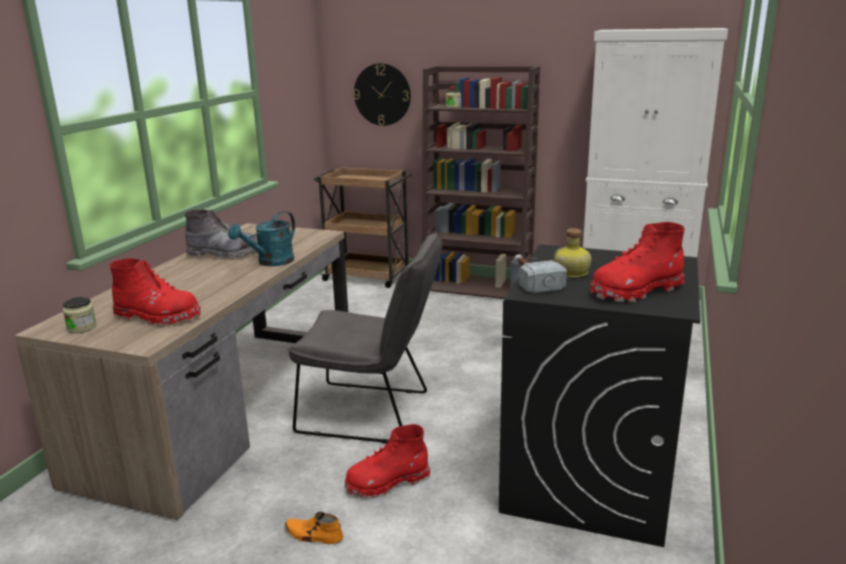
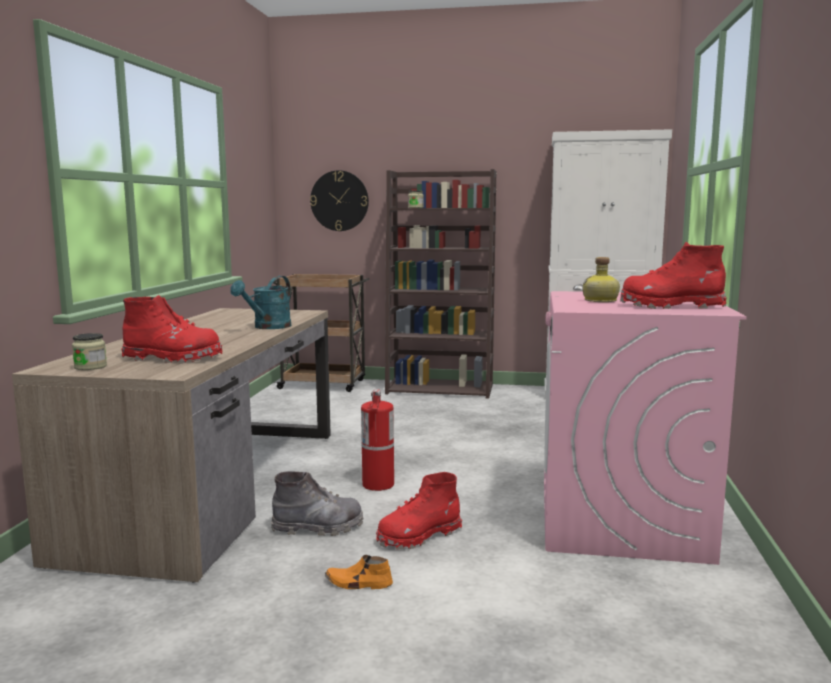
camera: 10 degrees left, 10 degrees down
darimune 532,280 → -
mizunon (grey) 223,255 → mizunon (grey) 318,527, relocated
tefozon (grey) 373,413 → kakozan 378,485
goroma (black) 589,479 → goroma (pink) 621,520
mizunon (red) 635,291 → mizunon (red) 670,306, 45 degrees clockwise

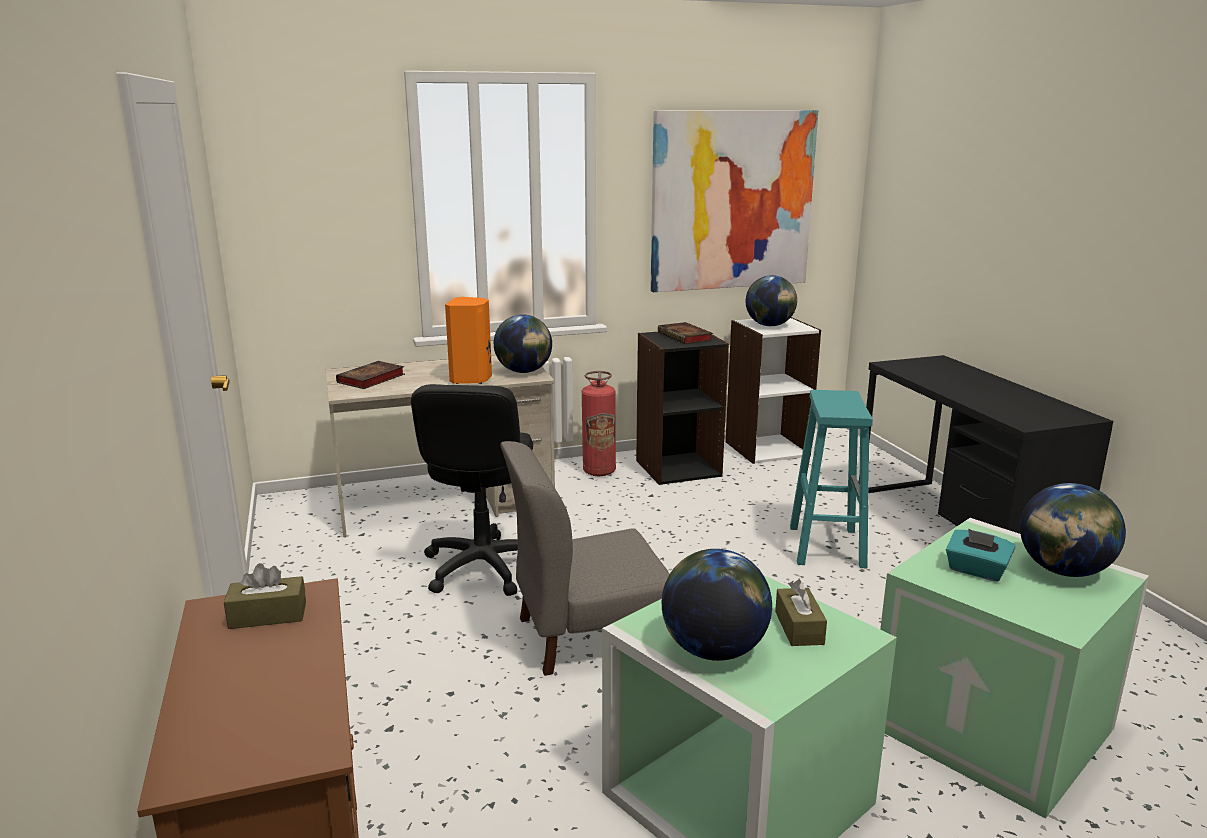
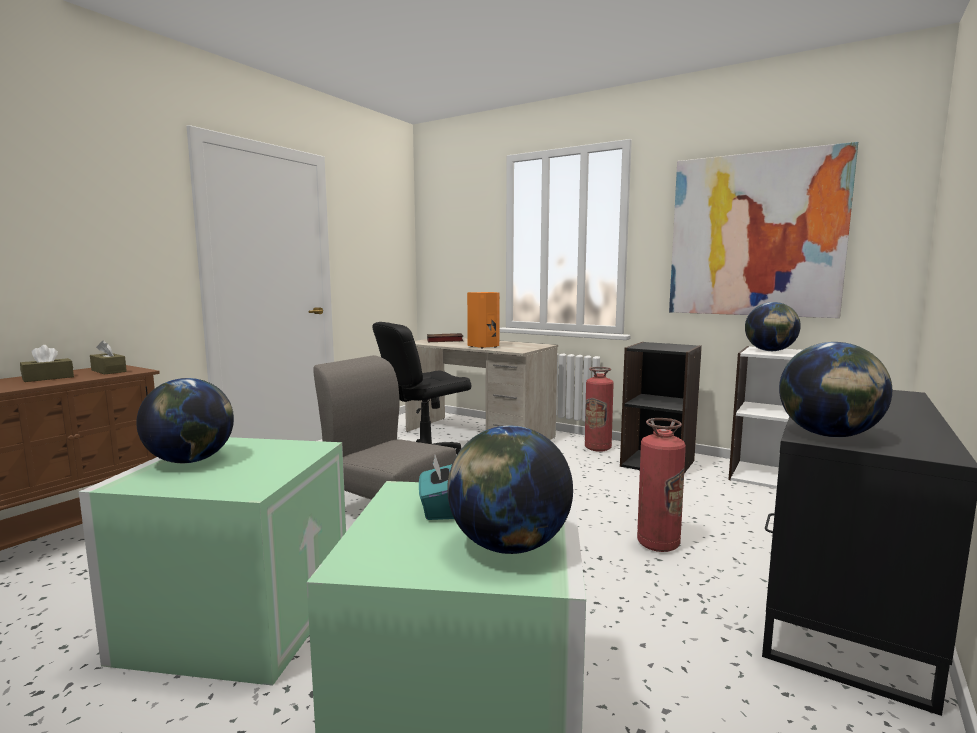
camera: 50 degrees right, 10 degrees down
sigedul 686,337 → -
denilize 524,371 → denilize 829,435, relocated
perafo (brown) 799,628 → perafo (brown) 48,378, relocated
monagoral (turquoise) 826,546 → kakozan 658,544

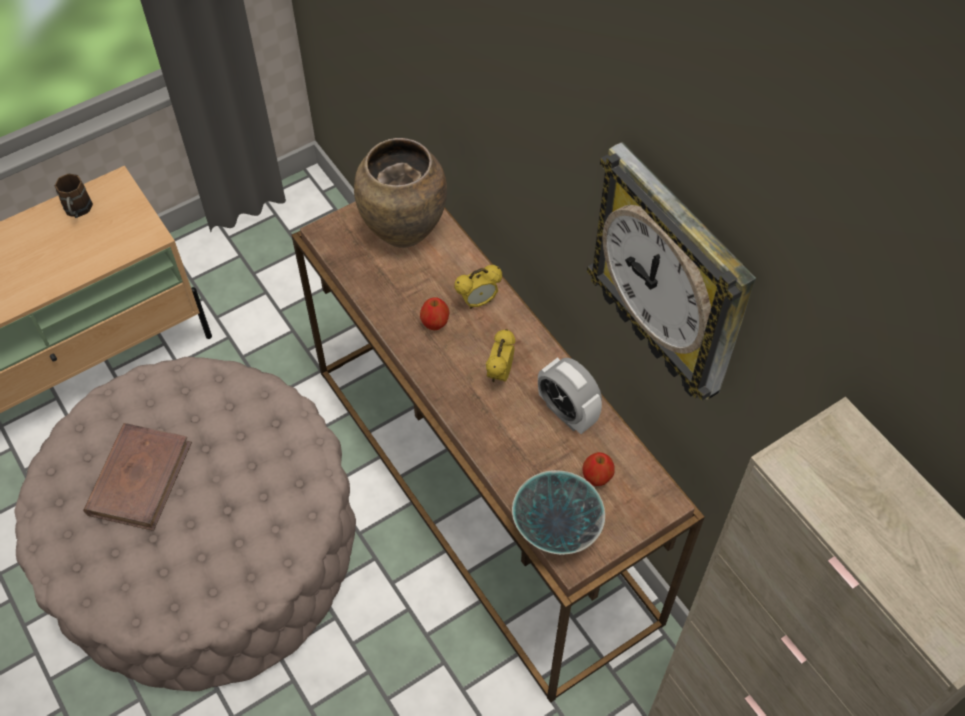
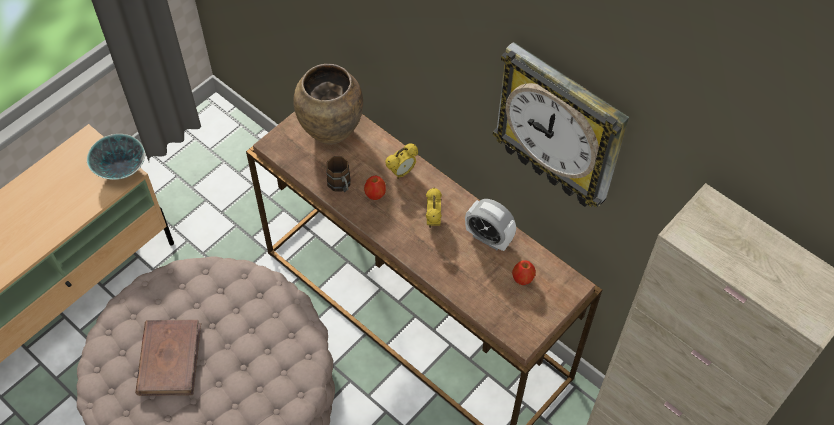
camera: 15 degrees left, 0 degrees up
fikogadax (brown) 78,211 → fikogadax (brown) 341,186, relocated
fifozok 555,527 → fifozok 120,170, relocated

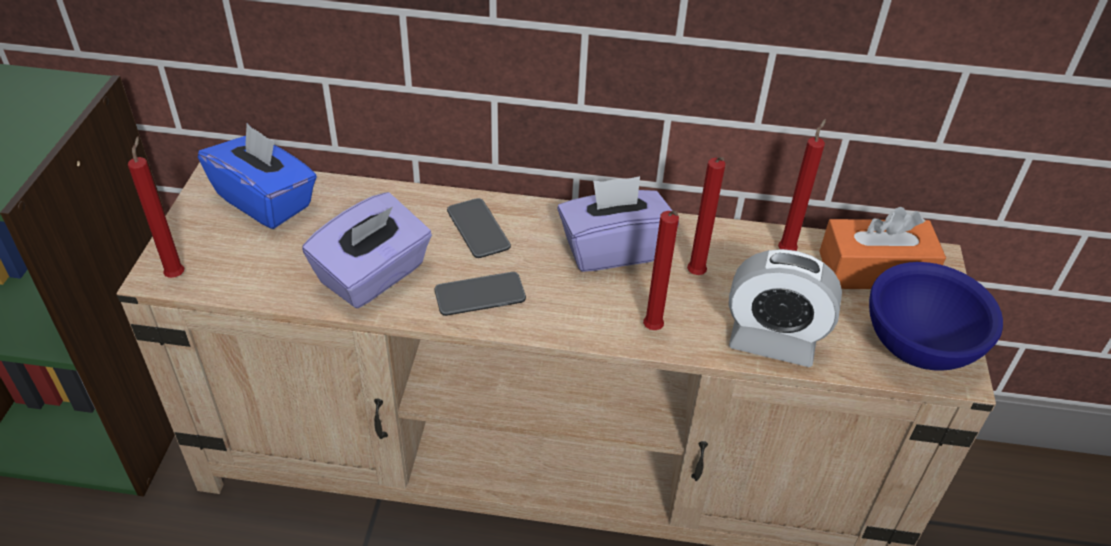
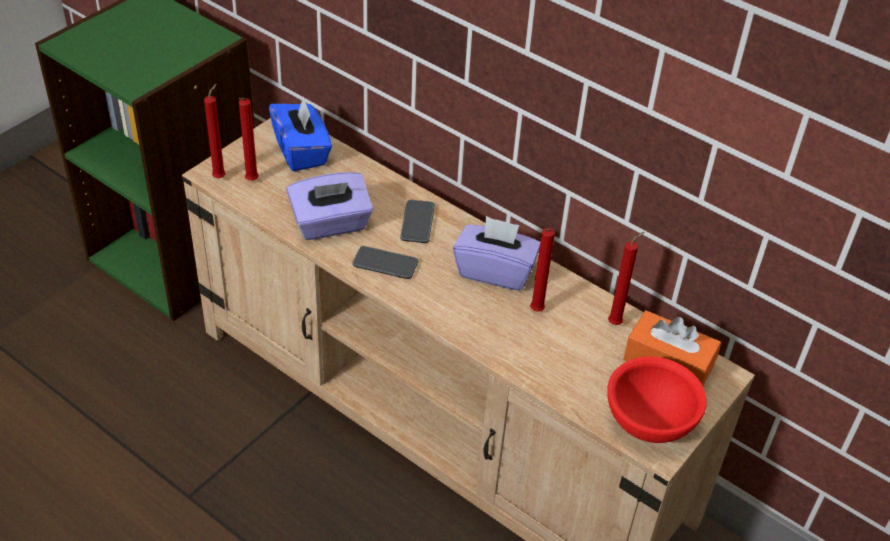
camera: 30 degrees right, 0 degrees up
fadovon 772,341 → -
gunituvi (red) 653,331 → gunituvi (red) 250,182, relocated
fifozok (blue) 916,346 → fifozok (red) 648,421

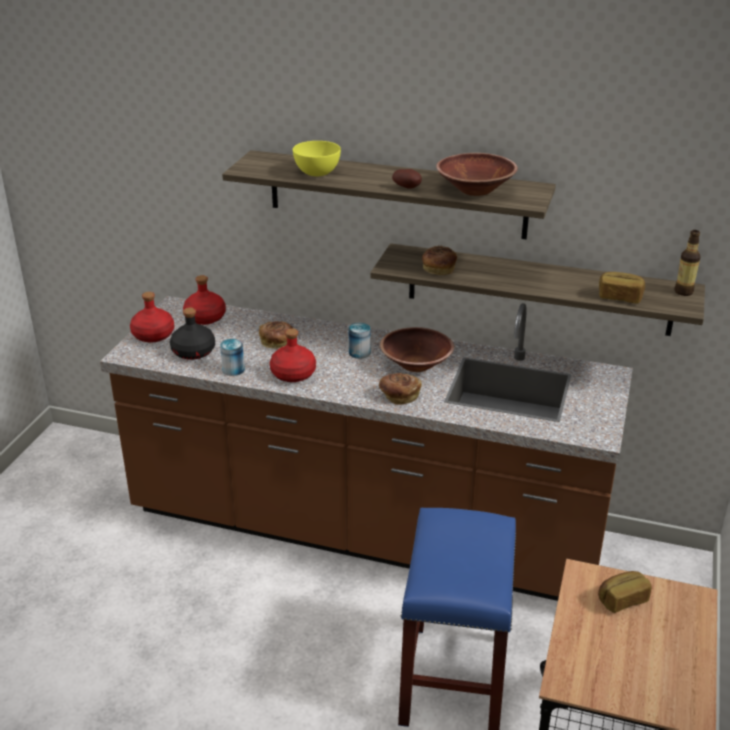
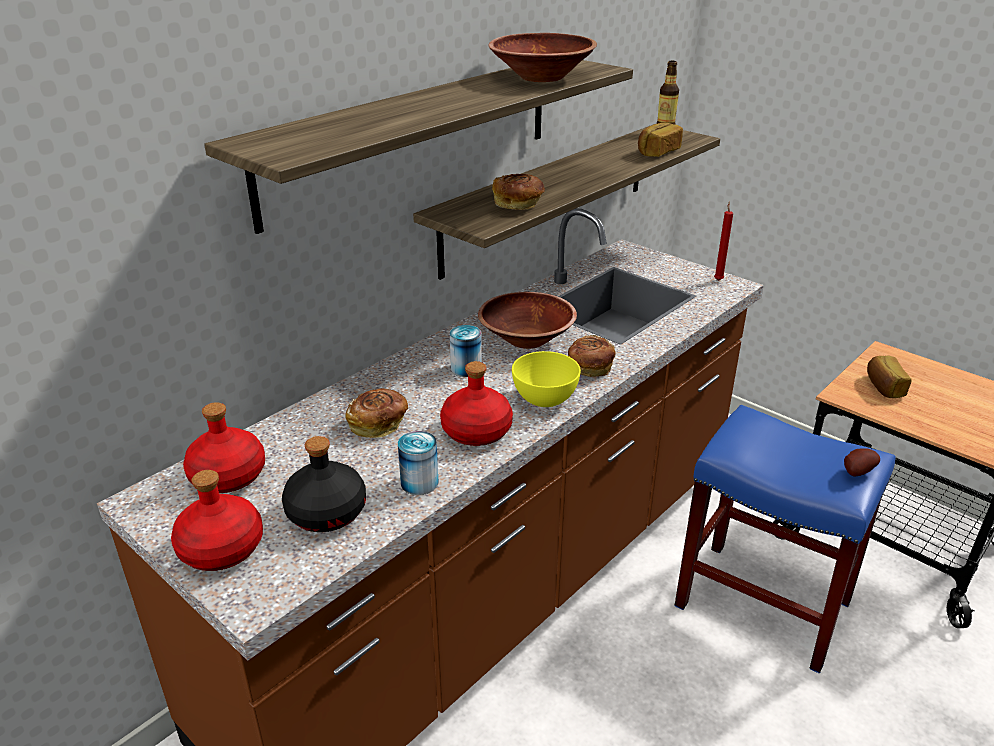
camera: 65 degrees left, 0 degrees up
- → gunituvi (red) 718,280
fifozok (yellow) 316,173 → fifozok (yellow) 544,399, relocated
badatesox 408,188 → badatesox 856,472, relocated

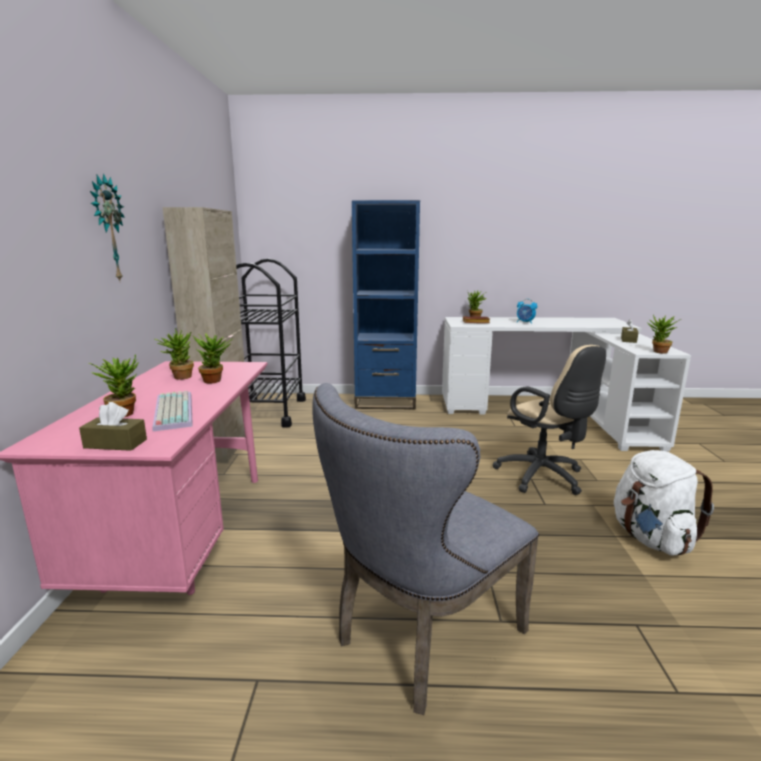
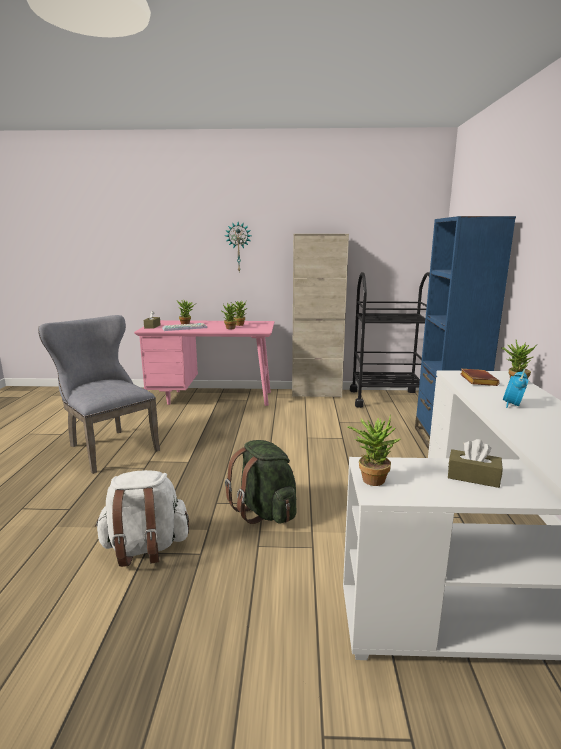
camera: 90 degrees right, 0 degrees up
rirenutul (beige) 543,477 → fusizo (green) 265,511

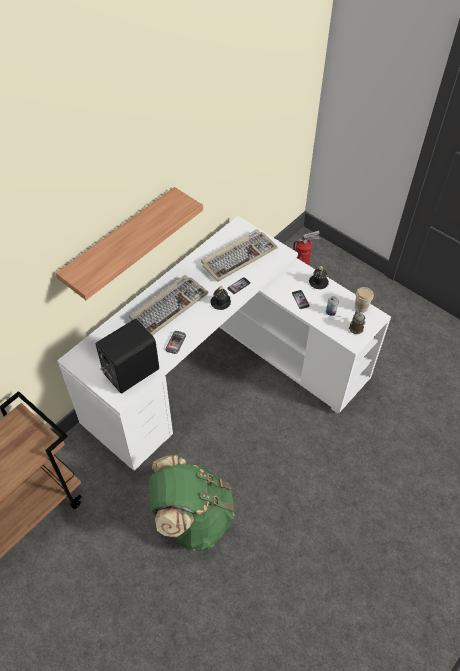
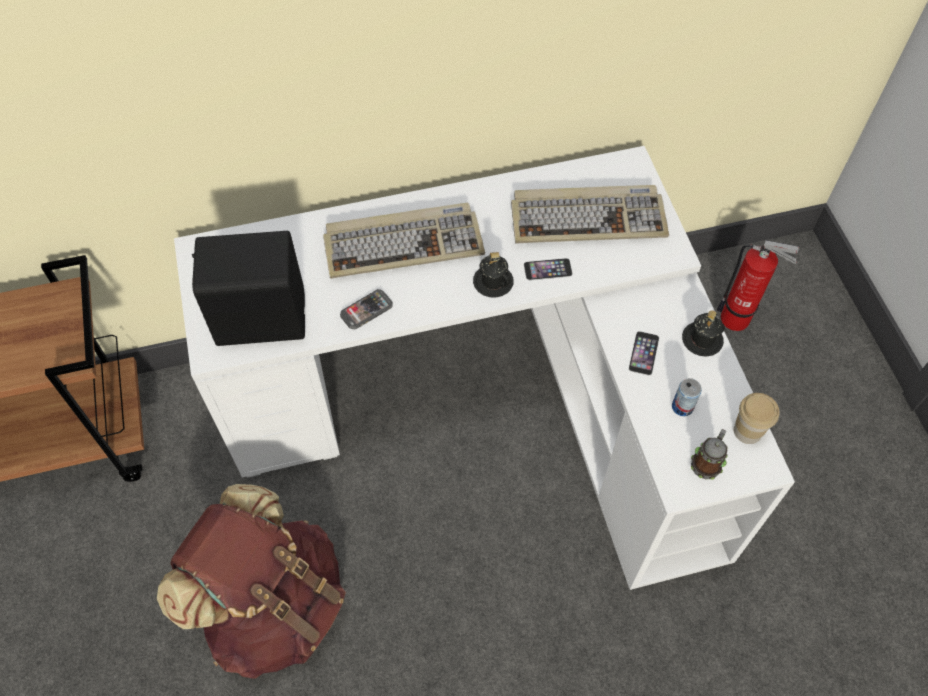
camera: 35 degrees right, 5 degrees up
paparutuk 120,243 → -
fusizo (green) 192,517 → fusizo (brown) 274,606

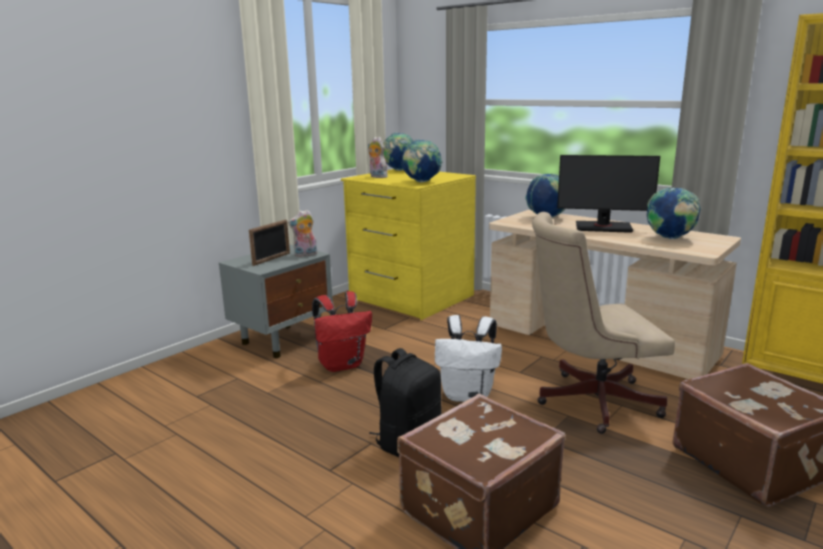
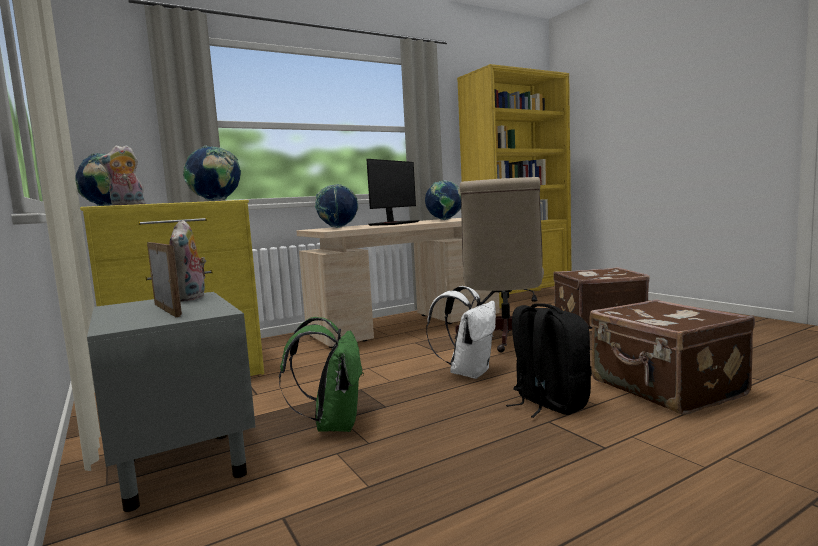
camera: 70 degrees left, 10 degrees down
fusizo (red) 342,364 → fusizo (green) 333,425

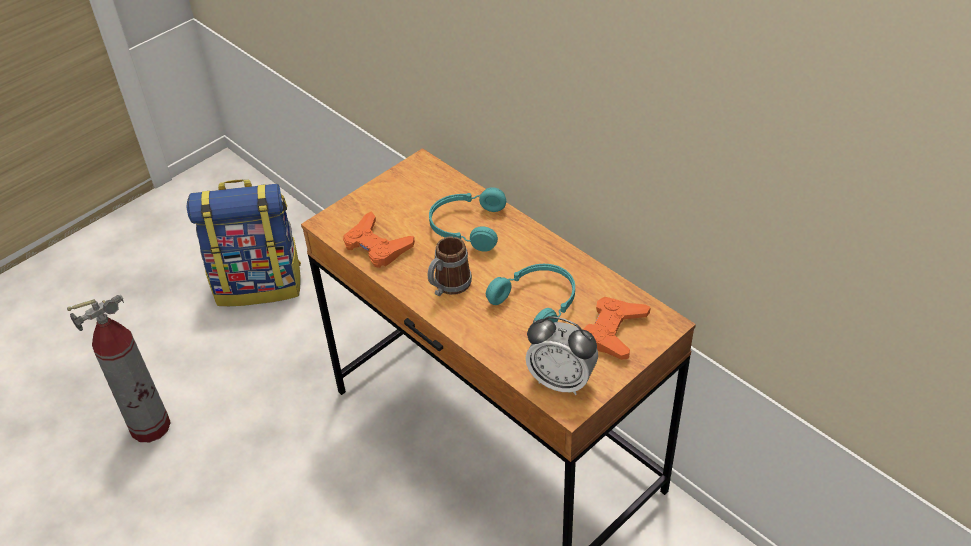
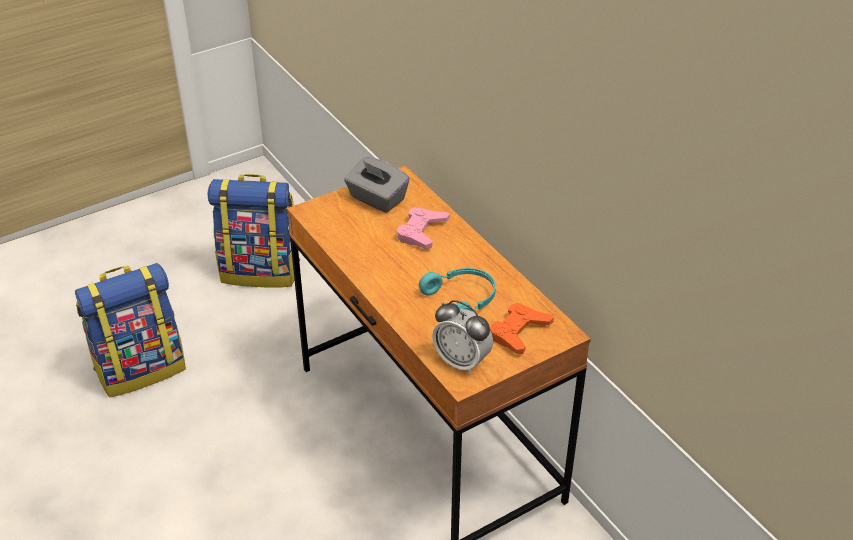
camera: 10 degrees right, 5 degrees down
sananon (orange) 377,246 → -
fikogadax 448,286 → -
- → perafo (grey) 377,199
kakozan 150,426 → fusizo 141,368
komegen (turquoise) 466,227 → sananon (pink) 421,232

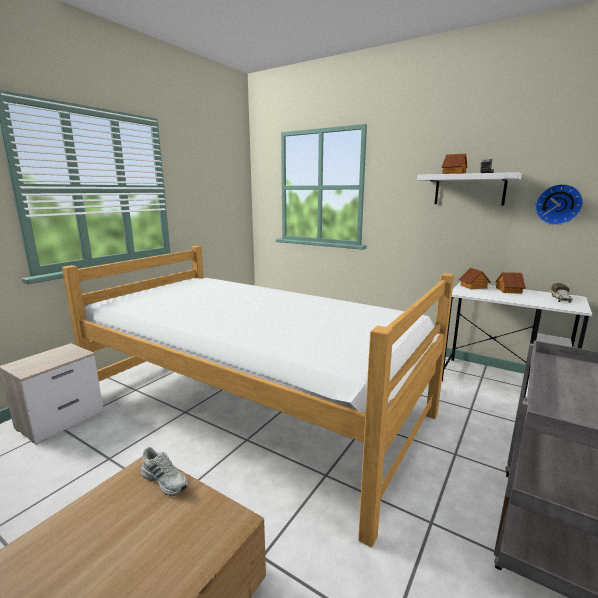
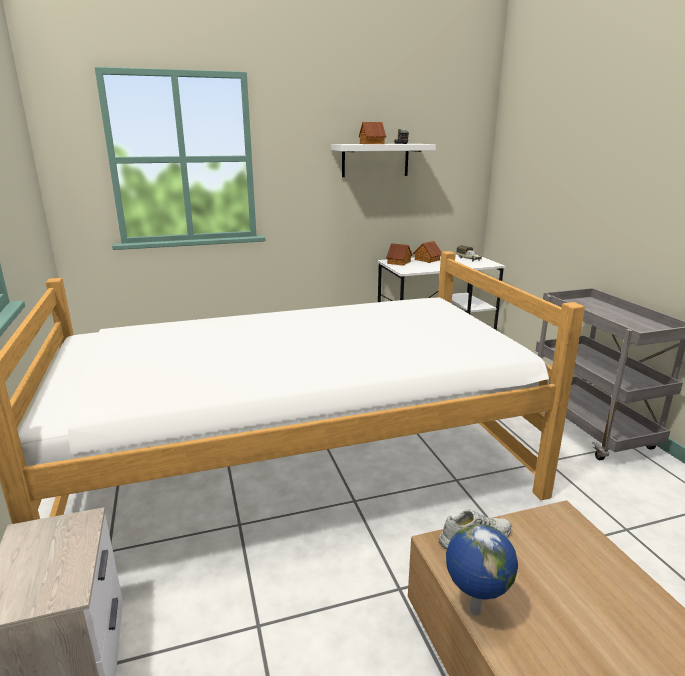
camera: 50 degrees left, 5 degrees up
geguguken 558,204 → -
- → denilize 474,611

